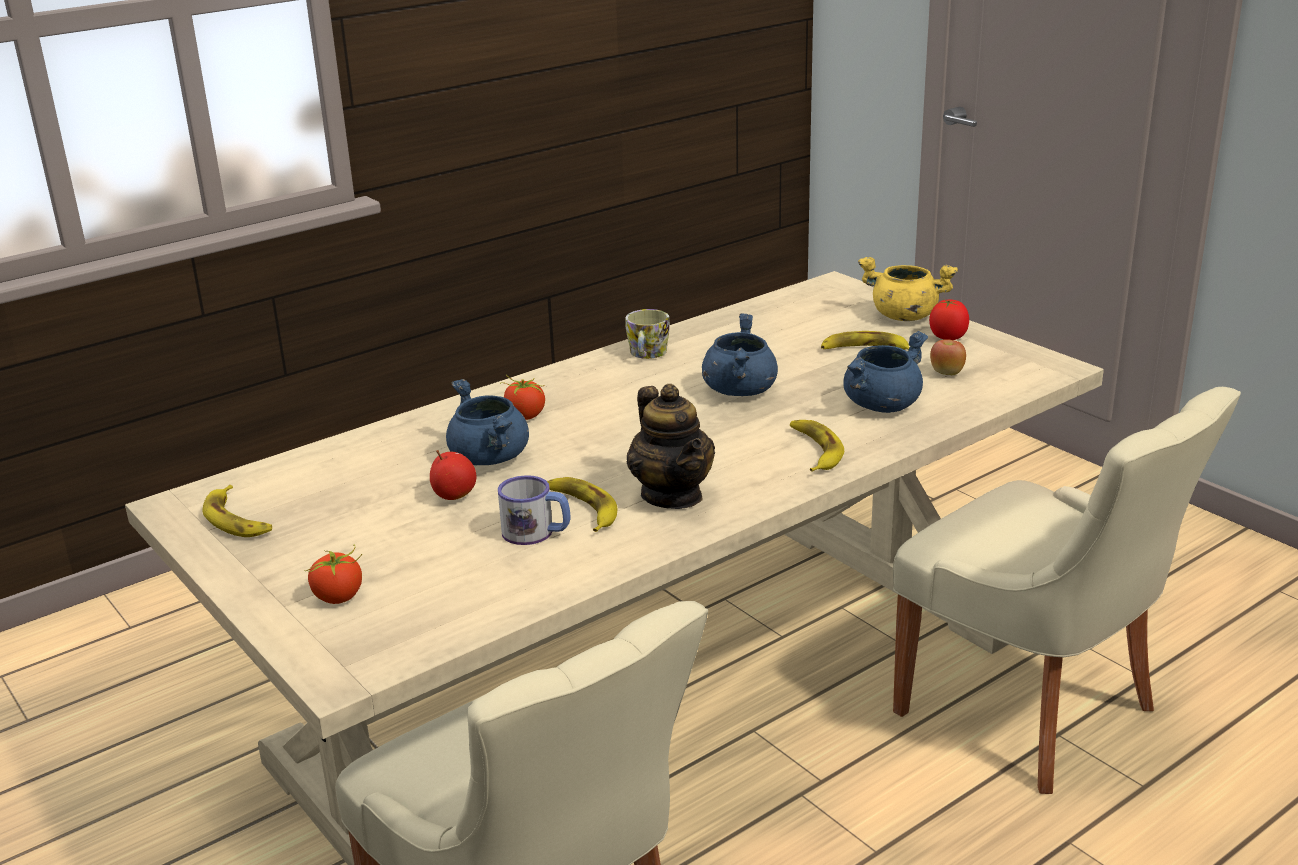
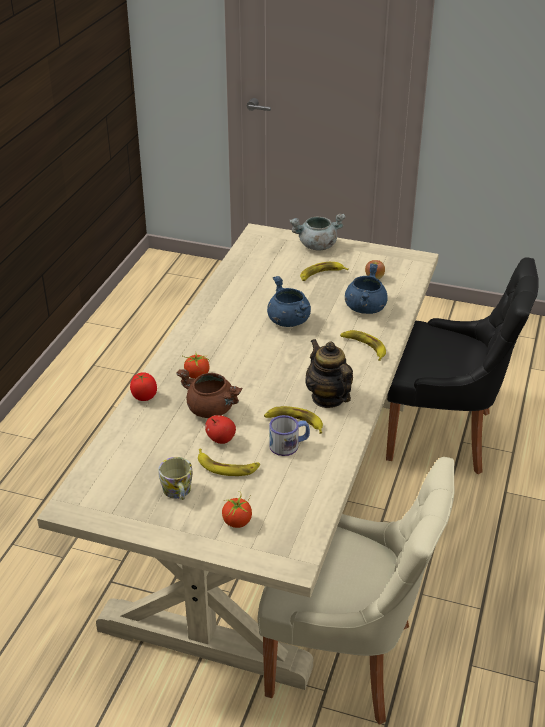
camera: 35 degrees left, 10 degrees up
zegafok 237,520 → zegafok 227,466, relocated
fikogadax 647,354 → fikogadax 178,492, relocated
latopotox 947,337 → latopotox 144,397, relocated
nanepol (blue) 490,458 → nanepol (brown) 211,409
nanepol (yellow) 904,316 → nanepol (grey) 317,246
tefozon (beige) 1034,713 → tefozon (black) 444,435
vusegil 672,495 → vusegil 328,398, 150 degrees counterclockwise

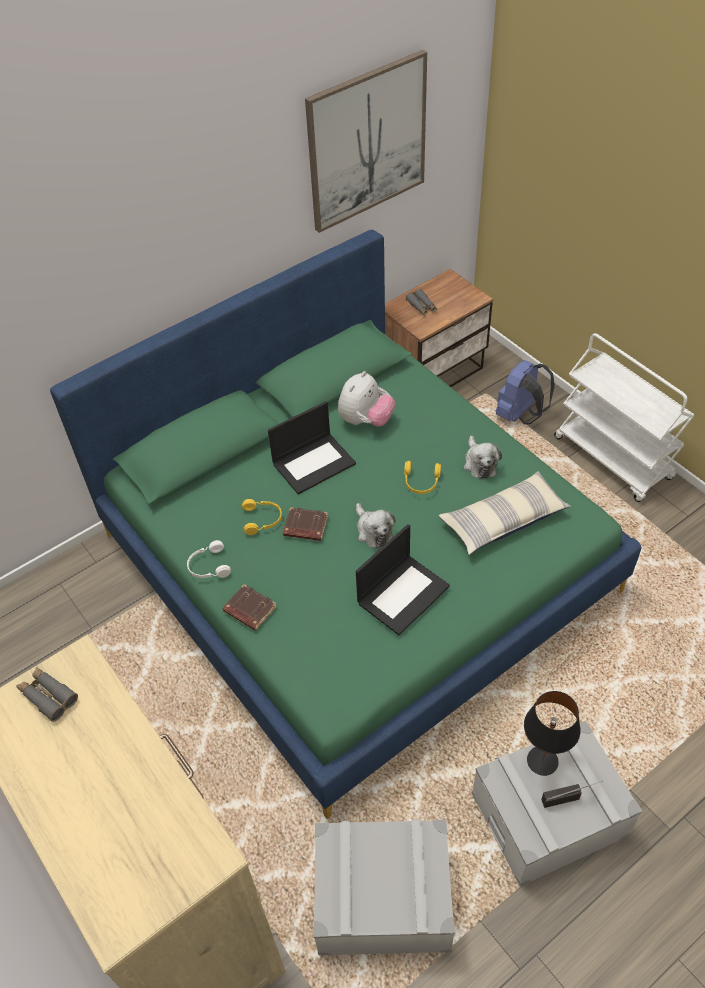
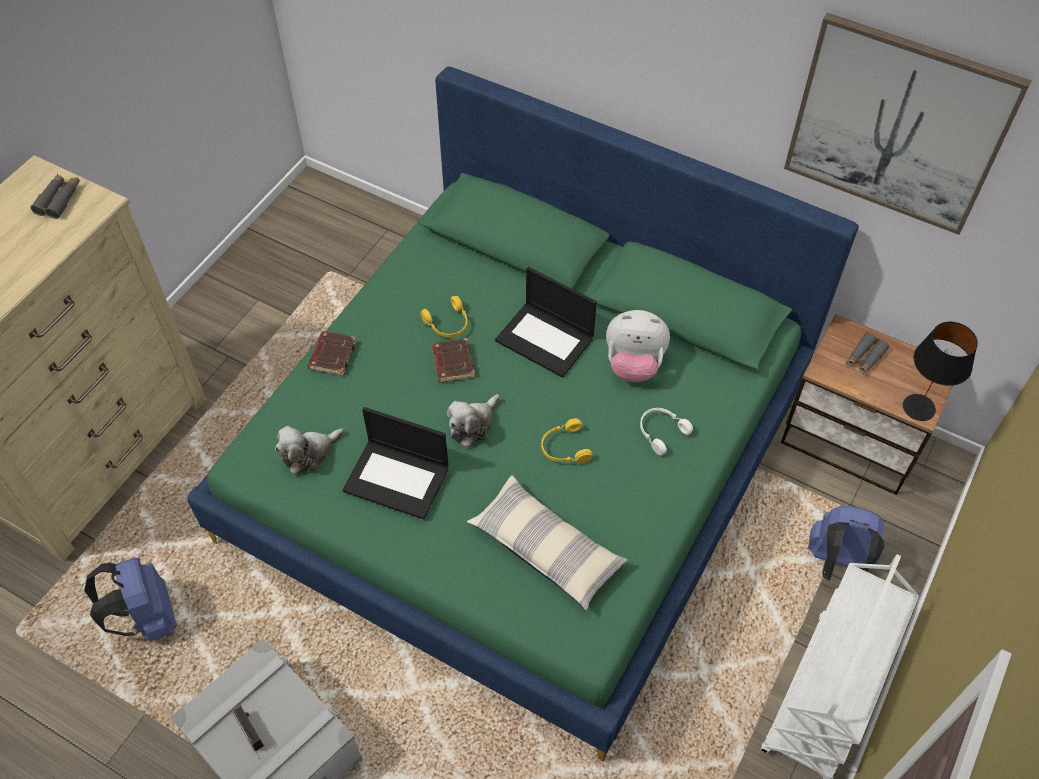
camera: 65 degrees right, 5 degrees up
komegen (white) 208,566 → komegen (white) 661,432, relocated
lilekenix 479,463 → lilekenix 309,453, relocated
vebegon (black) 542,760 → vebegon (black) 918,407, relocated
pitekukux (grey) 382,898 → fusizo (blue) 147,618

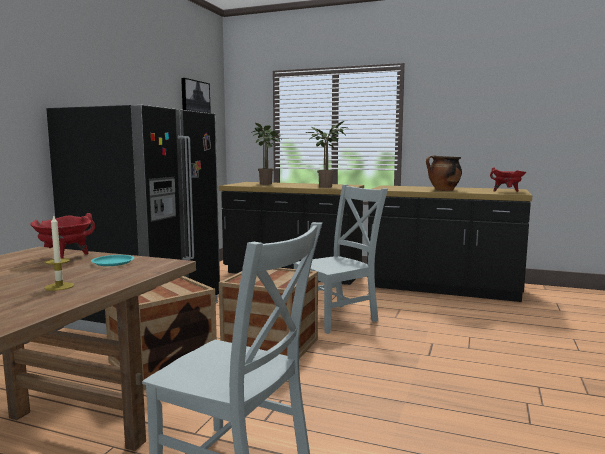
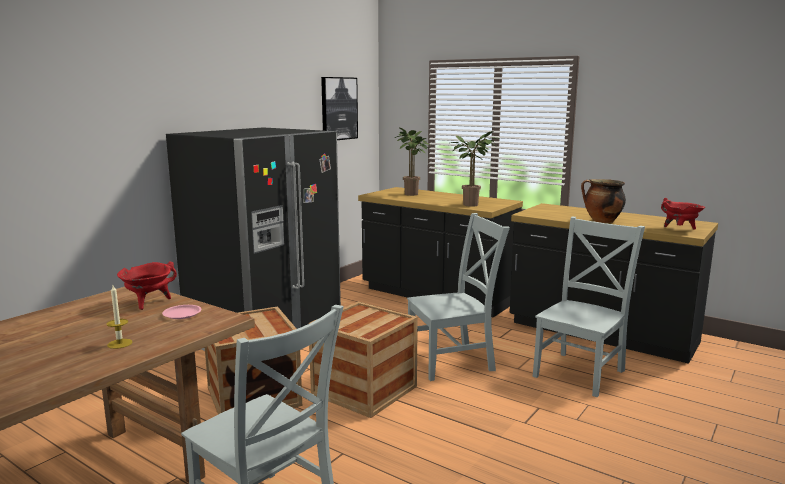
camera: 15 degrees right, 5 degrees up
- → tefozon (grey) 581,372
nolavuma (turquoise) 113,263 → nolavuma (pink) 182,314

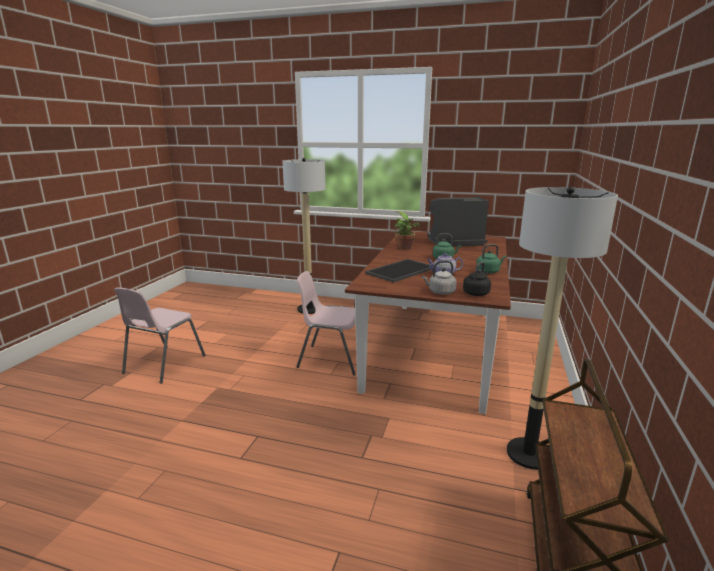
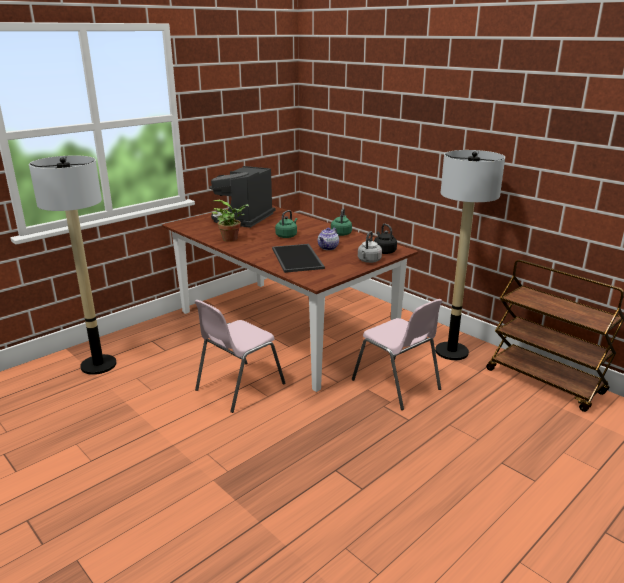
camera: 60 degrees left, 5 degrees up
tefozon (pink) 163,364 → tefozon (pink) 397,385, relocated

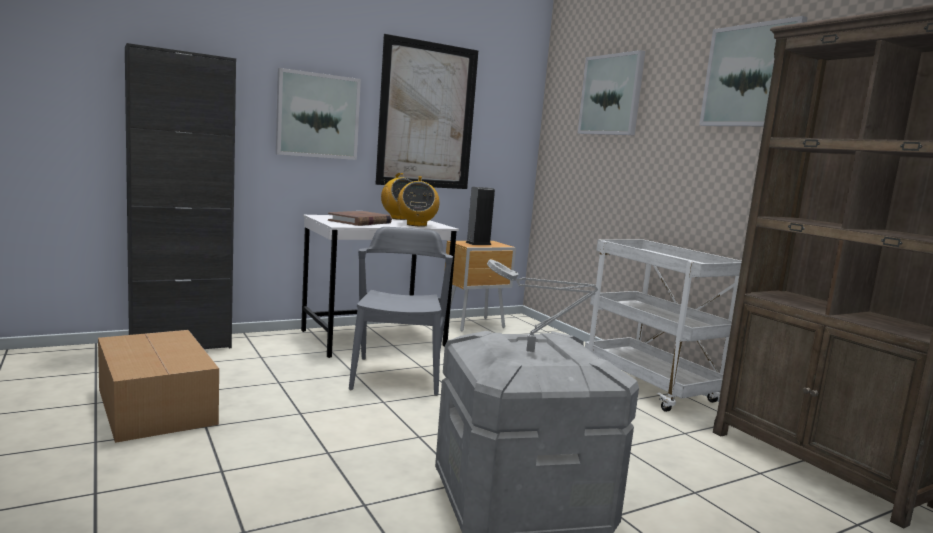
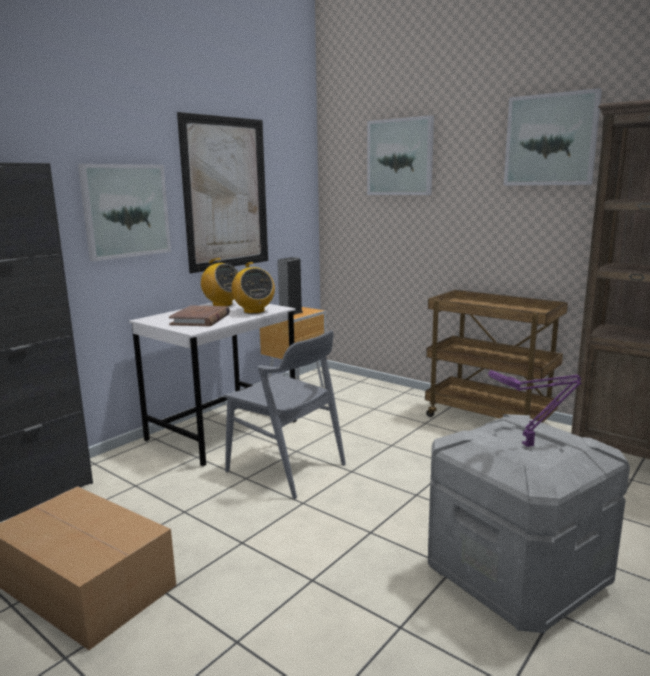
camera: 20 degrees left, 5 degrees up
vebegon (grey) 534,352 → vebegon (purple) 530,445
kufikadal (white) 651,387 → kufikadal (brown) 490,419
tefozon (grey) 397,376 → tefozon (grey) 286,468, 150 degrees clockwise

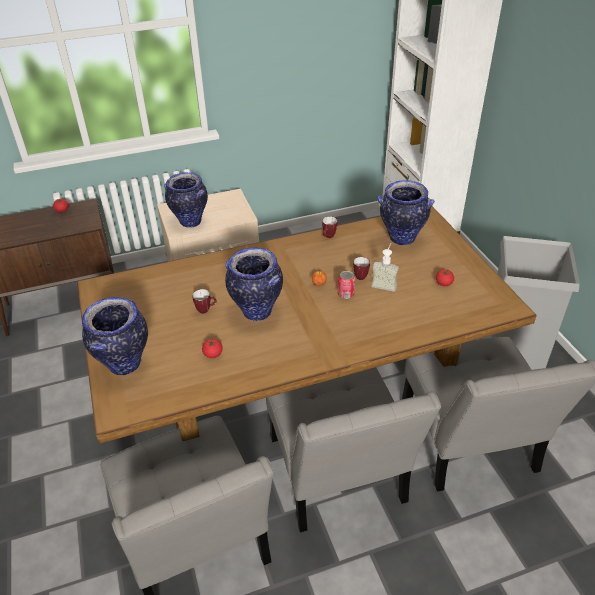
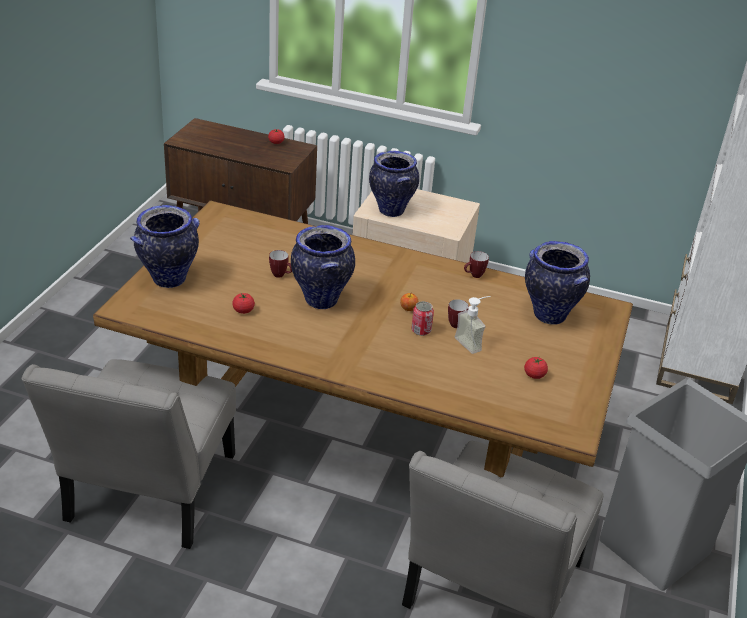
camera: 35 degrees right, 5 degrees down
tefozon (grey) 338,477 → -

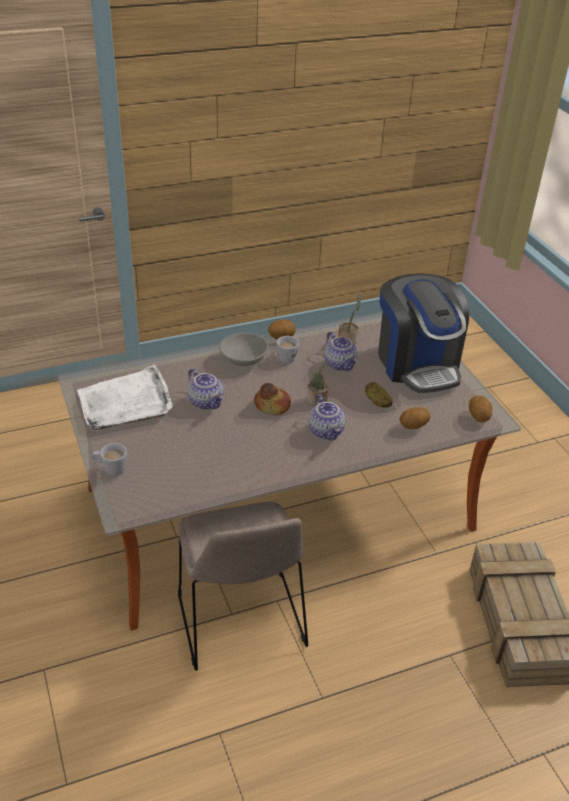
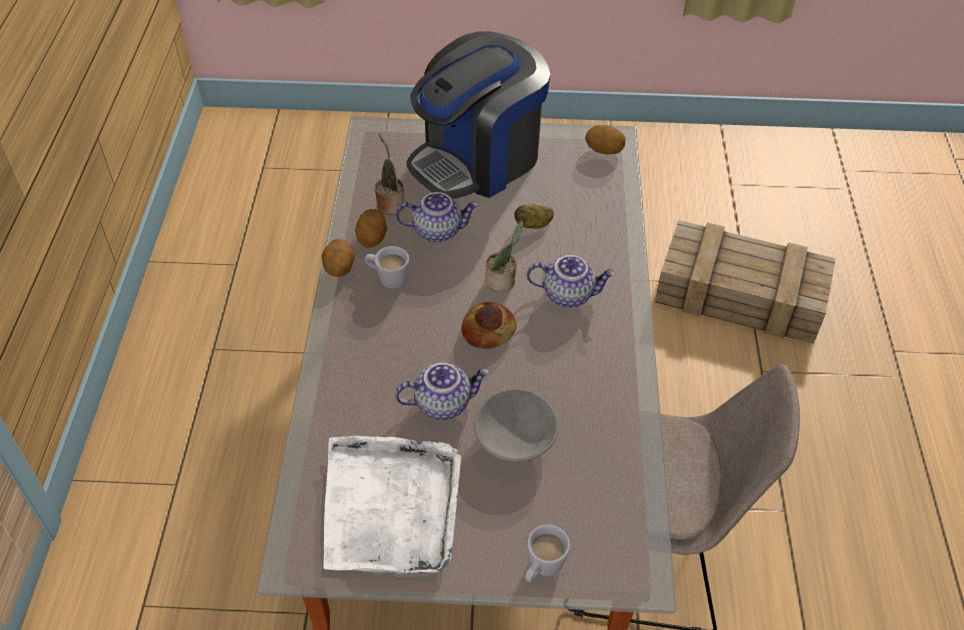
camera: 65 degrees left, 10 degrees up
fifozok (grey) 243,360 → fifozok (grey) 515,440, relocated
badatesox 413,426 → badatesox 372,239, relocated
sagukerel 417,364 → sagukerel 478,160, 135 degrees clockwise

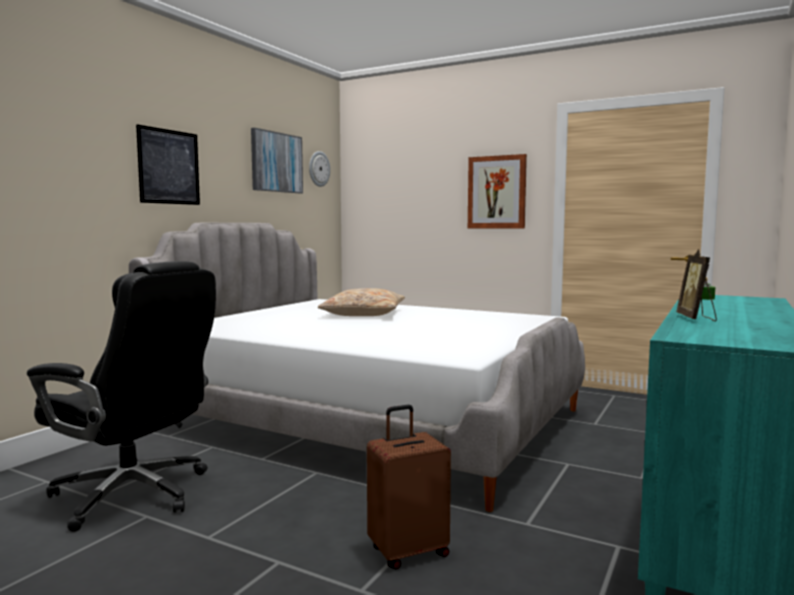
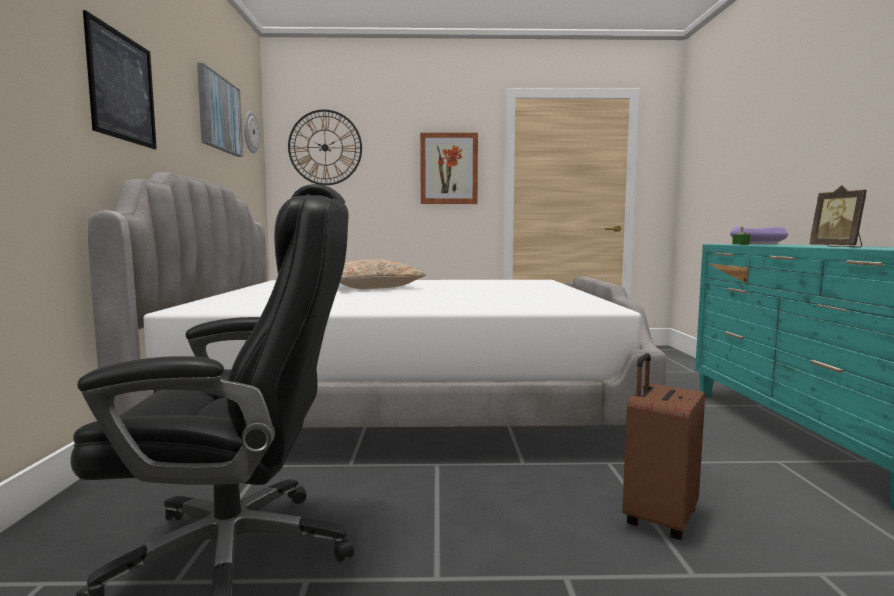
camera: 30 degrees left, 0 degrees up
- → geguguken 325,147
- → fifozok (purple) 757,244

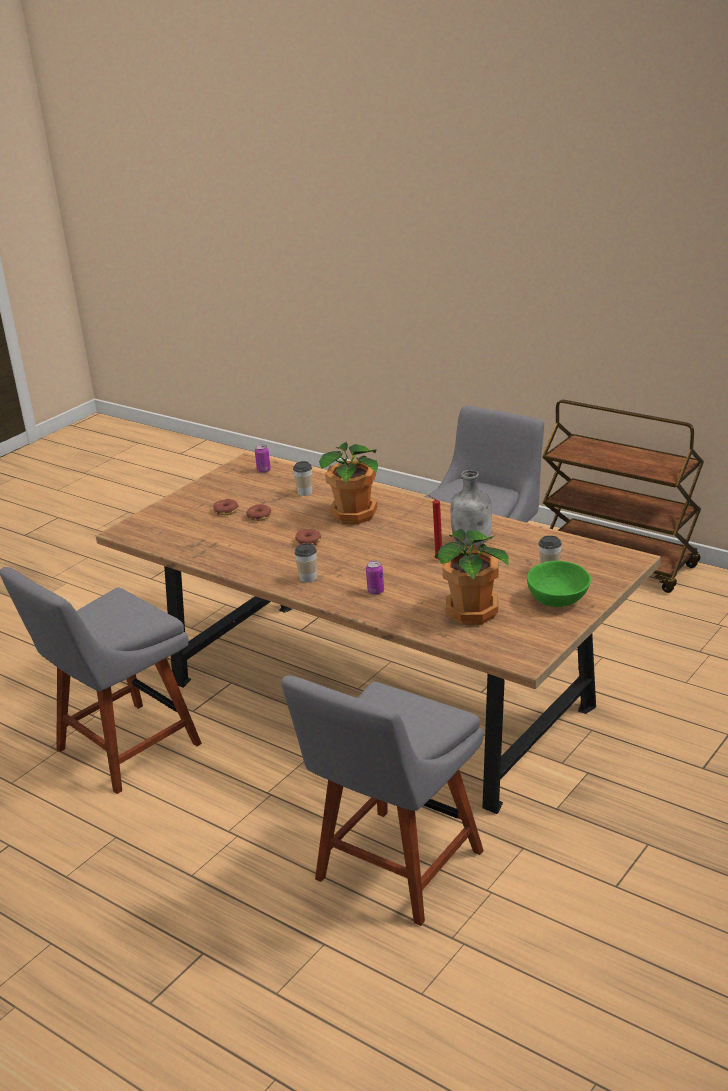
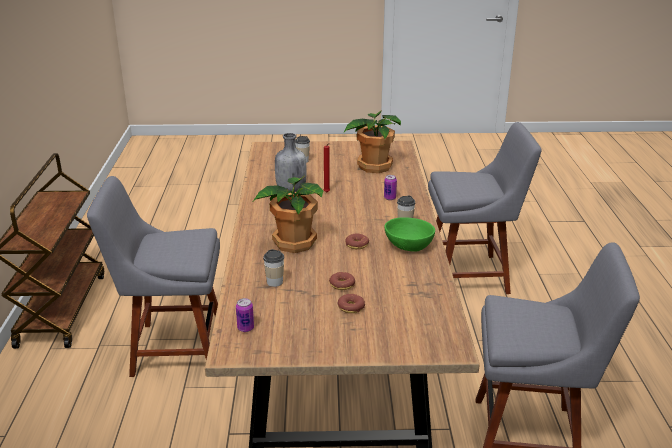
camera: 130 degrees left, 0 degrees up
fifozok (green) 557,599 → fifozok (green) 408,246, relocated

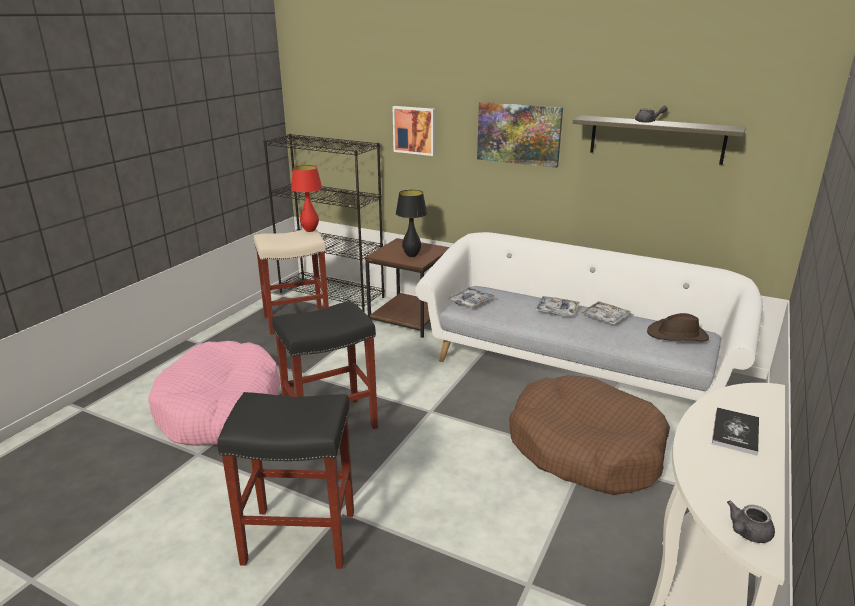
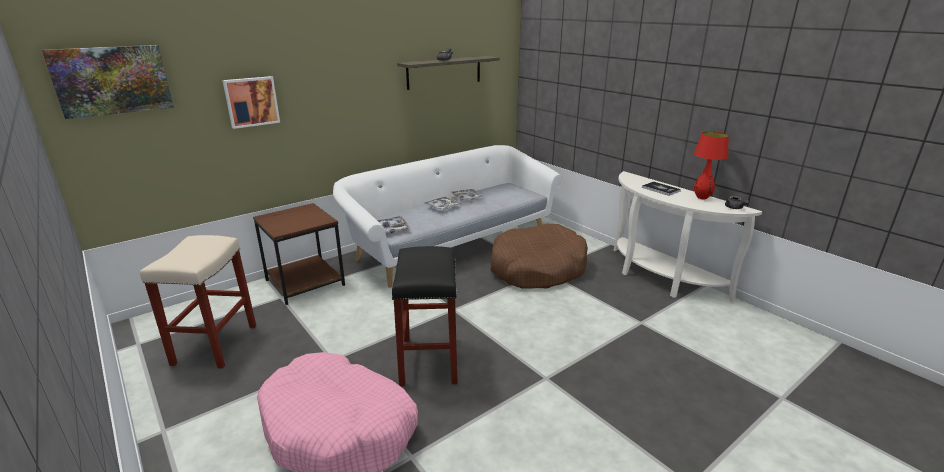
camera: 65 degrees left, 0 degrees up
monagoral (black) 298,538 → -
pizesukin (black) 332,295 → -
vebegon (black) 411,255 → -
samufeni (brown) 677,335 → -
vebegon (red) 310,230 → vebegon (red) 702,198, relocated
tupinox 519,134 → tupinox 112,80, relocated

